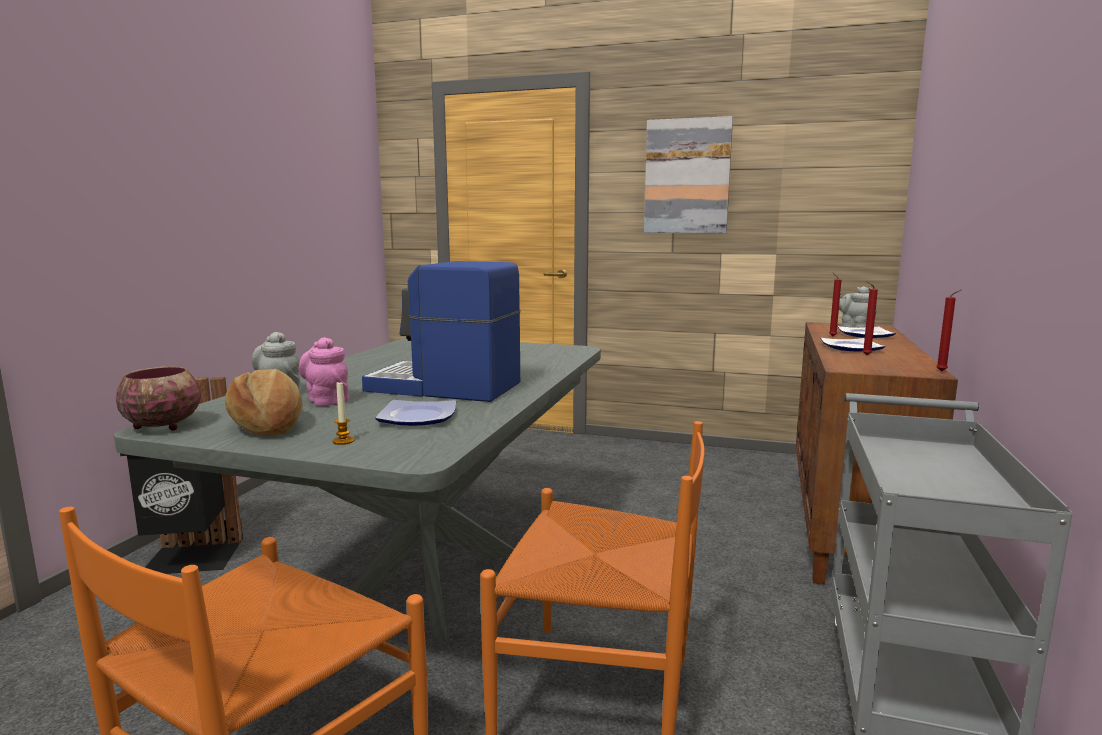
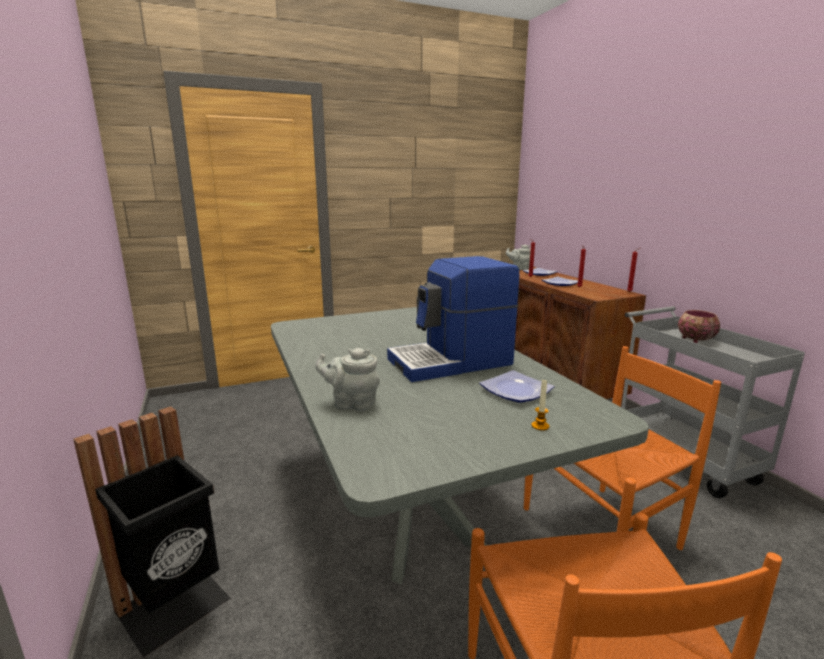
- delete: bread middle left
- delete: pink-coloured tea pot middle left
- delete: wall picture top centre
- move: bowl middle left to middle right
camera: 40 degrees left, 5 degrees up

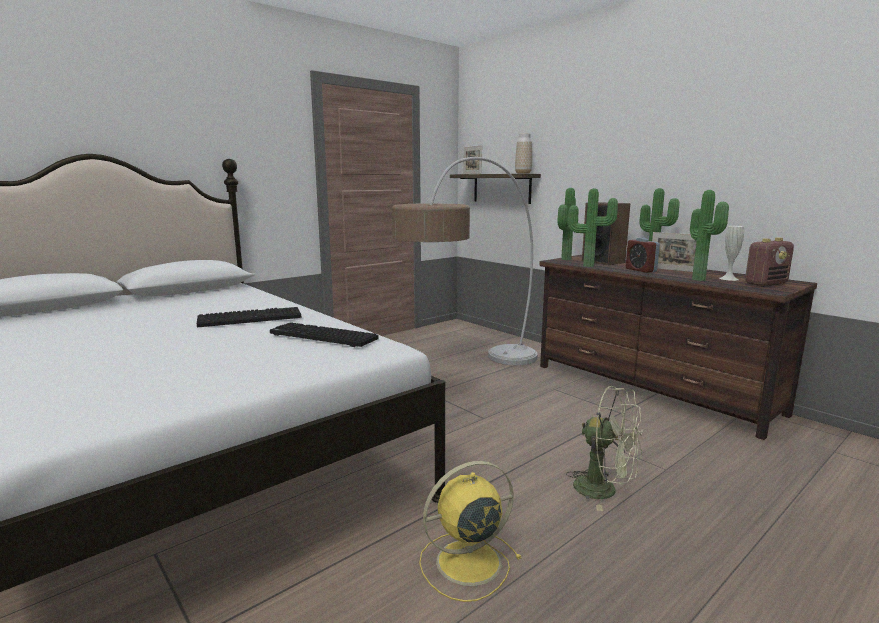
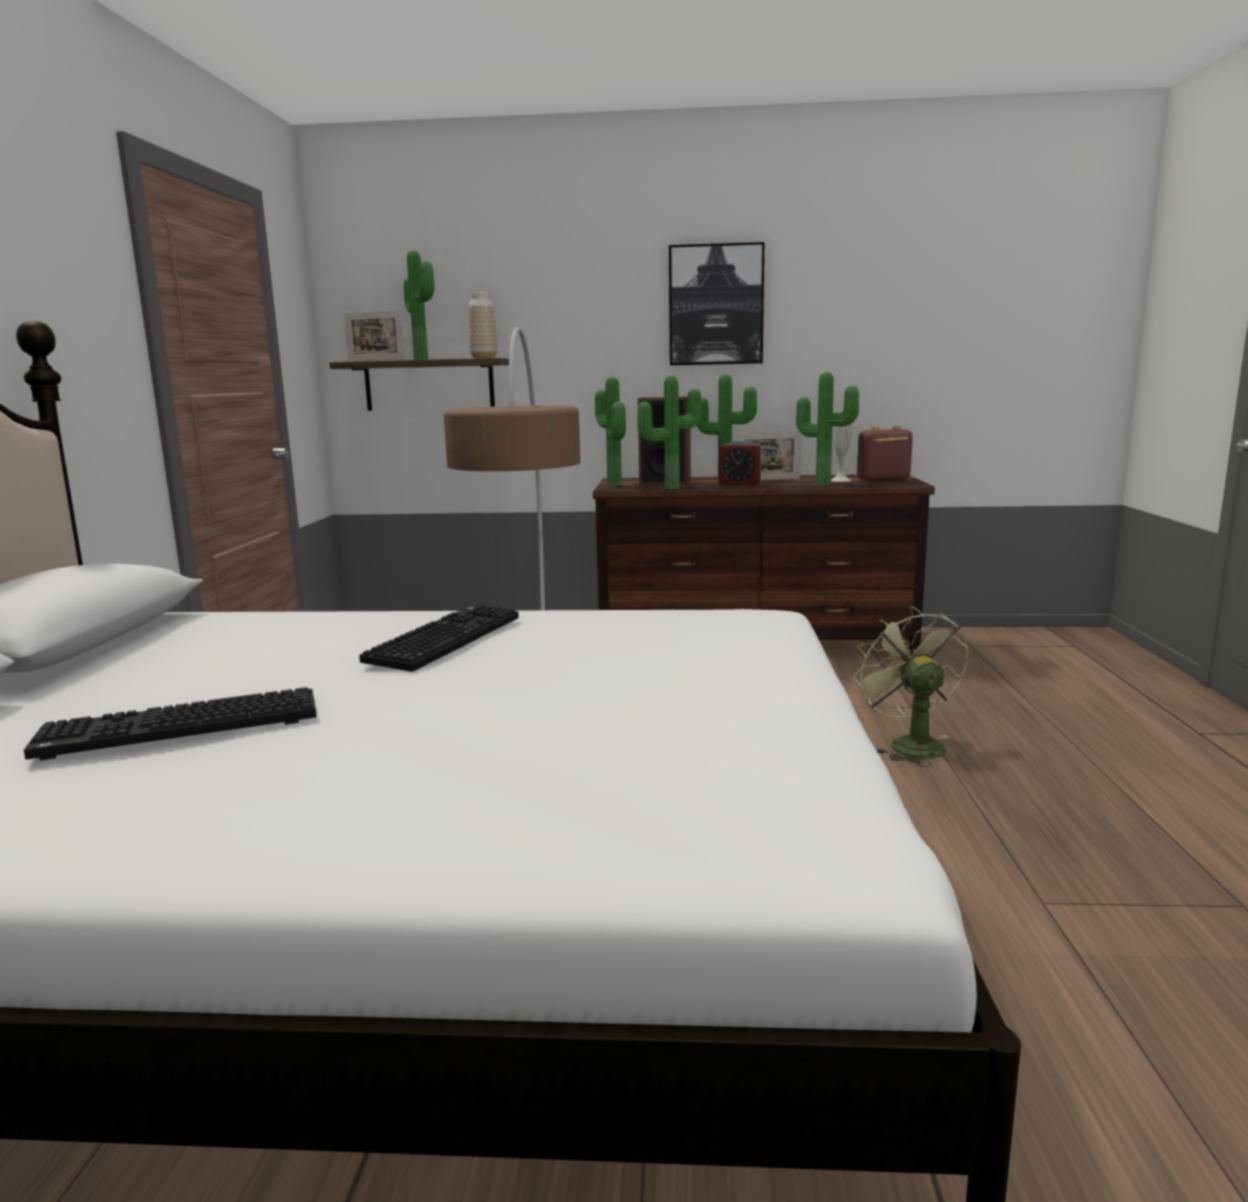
- delete: yellowish cooling fan bottom centre
- insert: plant in a pot (1st from left) top centre
- insert: wall picture top centre
- move: keyboard (2nd from left in the first image) centre to keyboard (1st from left) middle left
- rotate: green cooling fan bottom right = middle right 90 degrees counterclockwise
- rotate: radio set middle right = middle right 120 degrees counterclockwise
camera: 45 degrees left, 0 degrees up

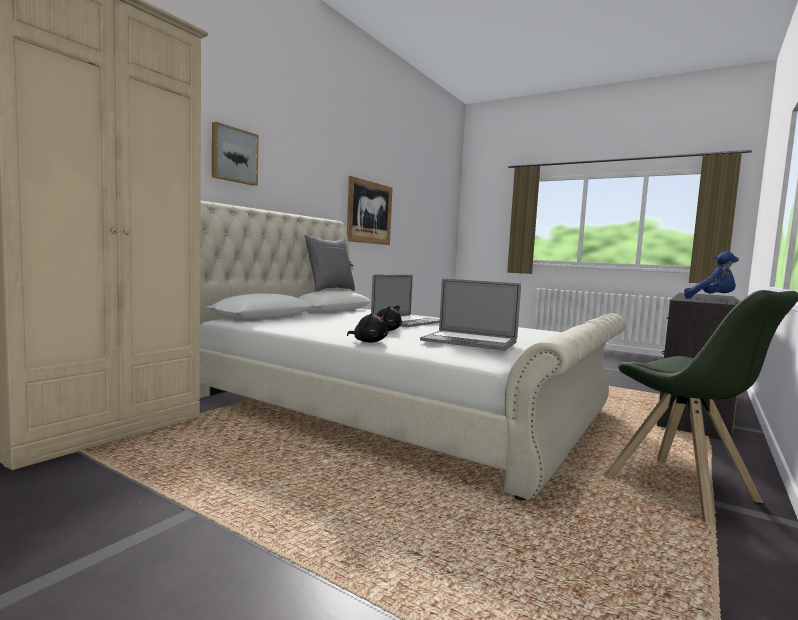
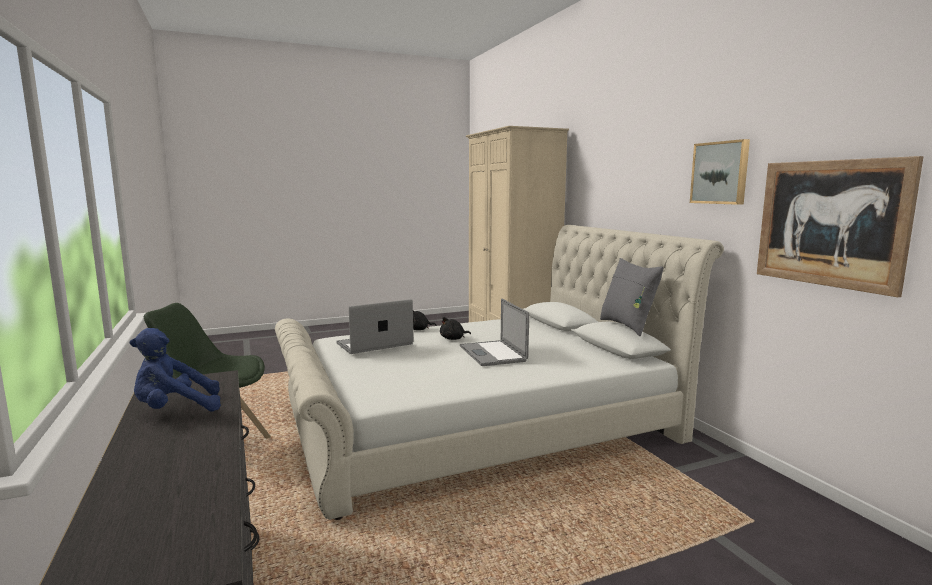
- move: wall picture (1st from left) top left to top right
camera: 125 degrees right, 5 degrees up

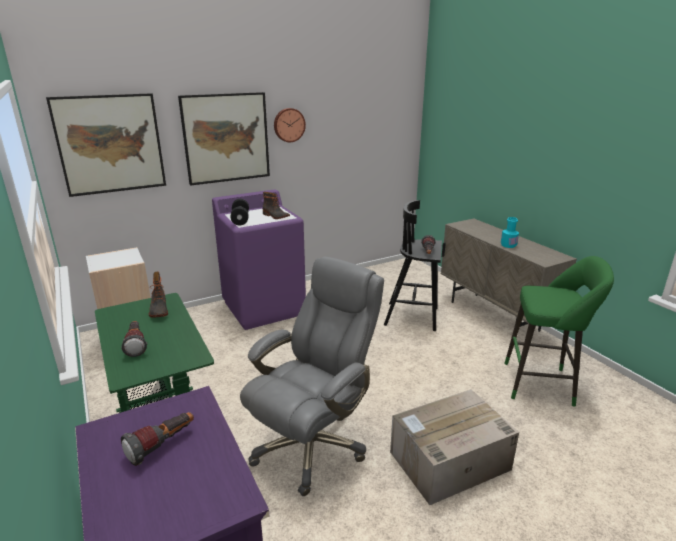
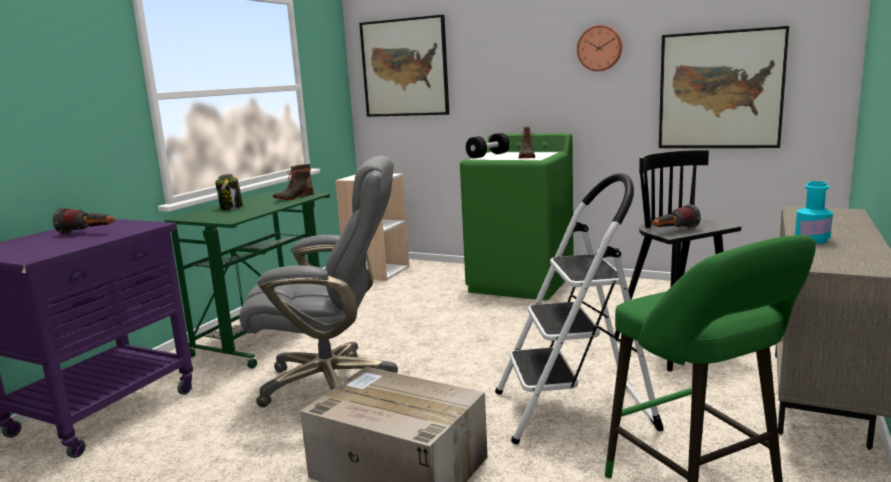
- insert: step stool centre
- move: wall picture (2nd from left) top left to top right
- replace: flashlight (1st from left) middle left to storage jar middle left
- recolor: purplish laundry appliance centre to green laundry appliance centre
camera: 55 degrees right, 10 degrees down

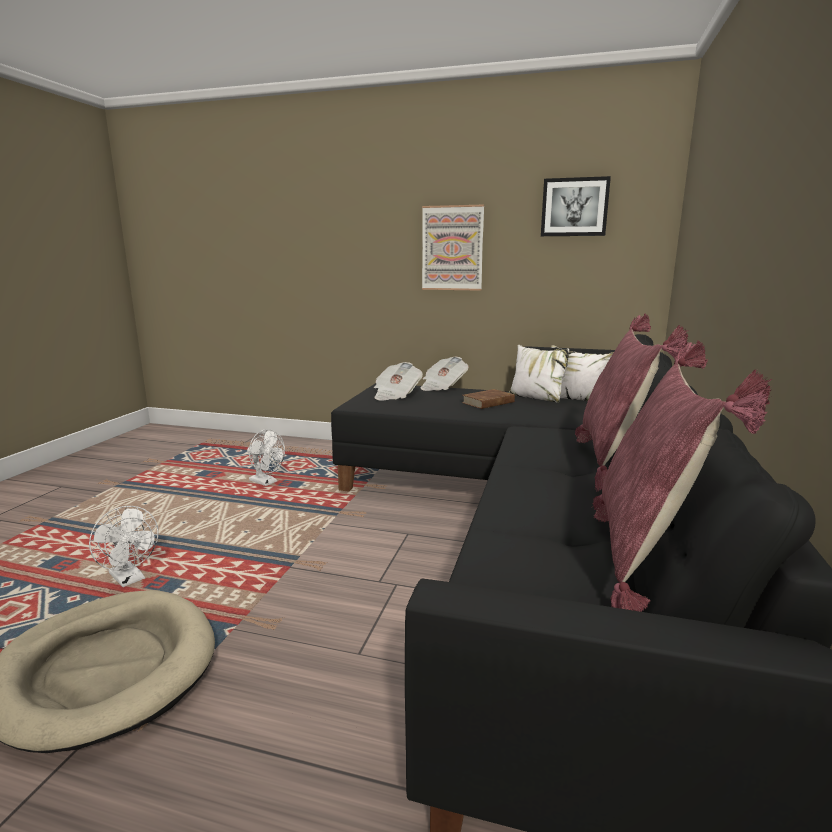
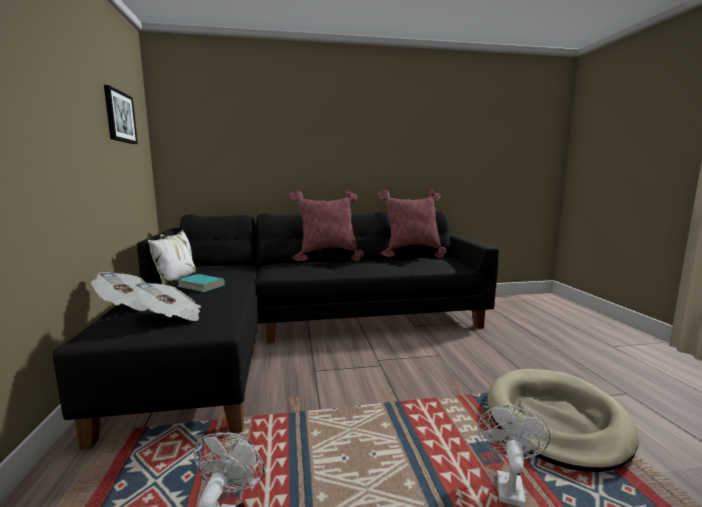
- delete: wall picture (1st from left) top centre
- recolor: brown volume centre to turquoise volume middle left
camera: 115 degrees left, 5 degrees down

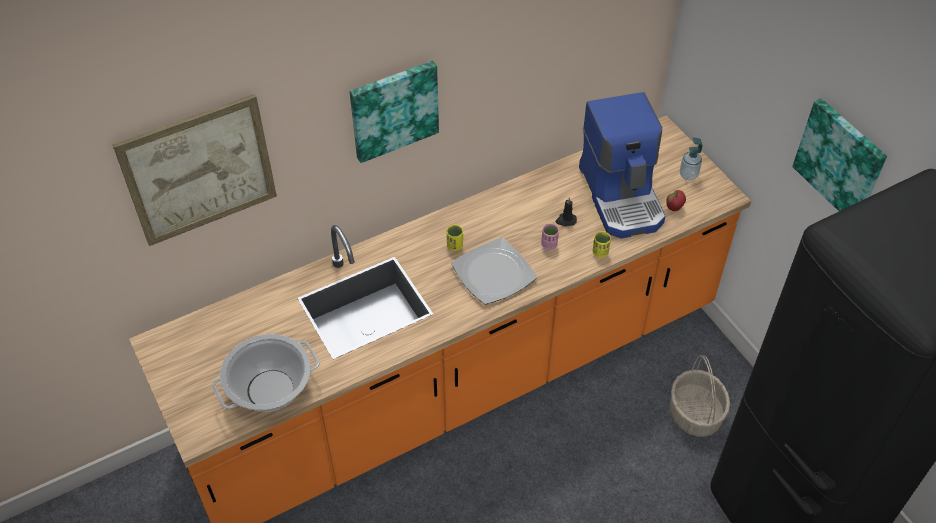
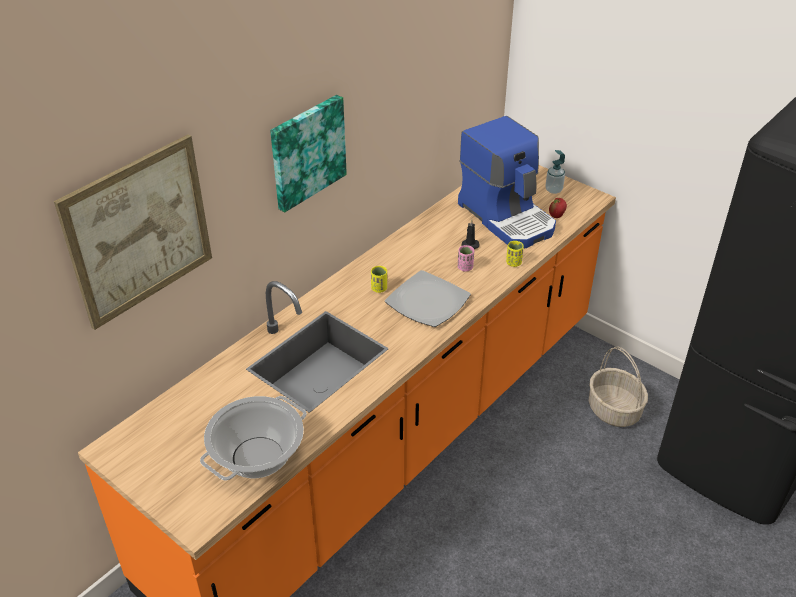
- delete: wall picture (3rd from left) top right
camera: 20 degrees left, 10 degrees down

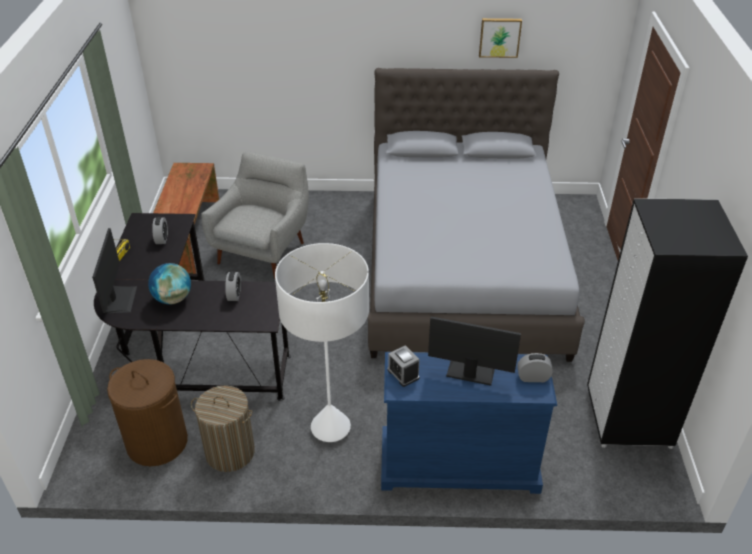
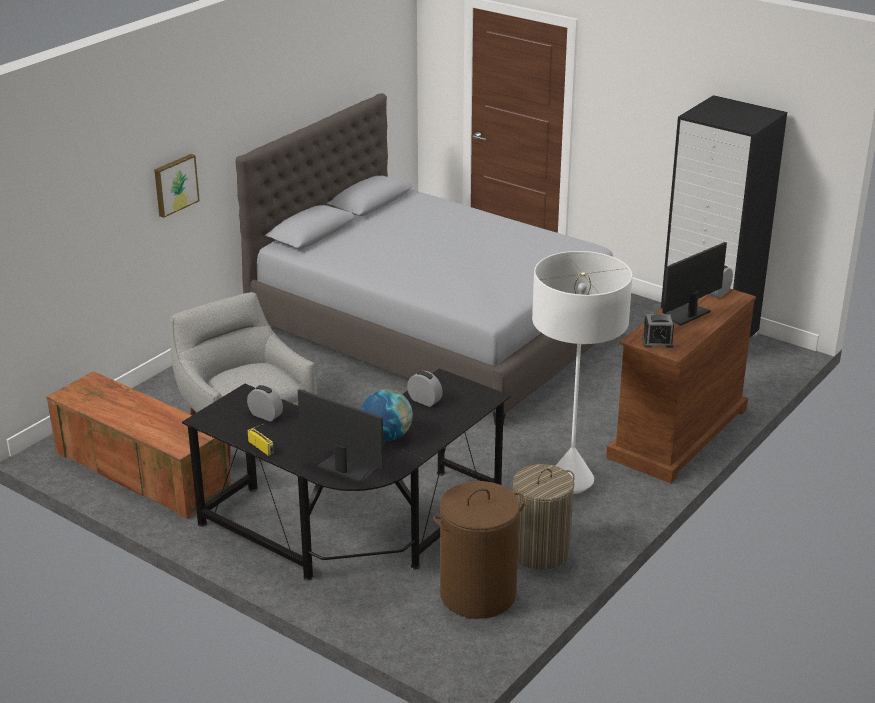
- move: wall picture top centre to top left
- recolor: blue-coloured dresser bottom centre to brown dresser middle right
camera: 55 degrees left, 10 degrees down

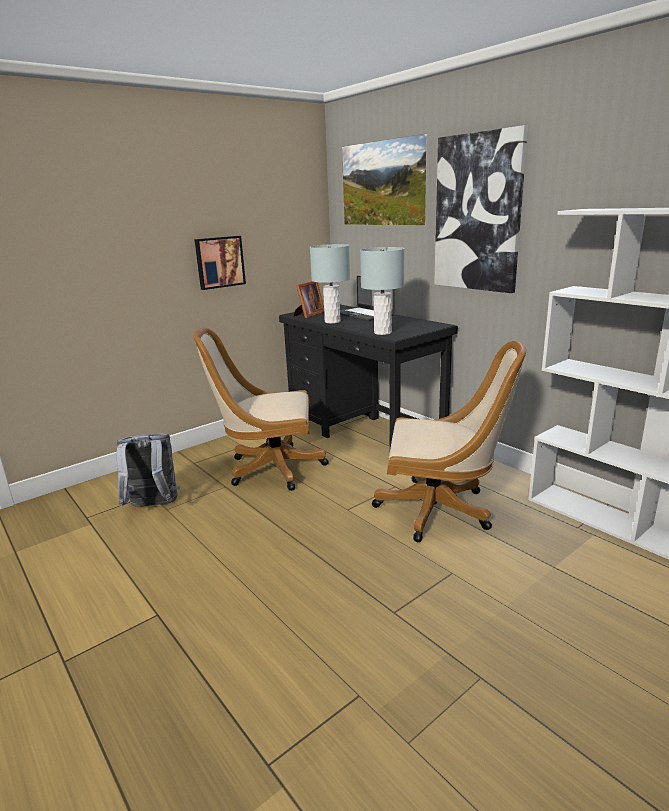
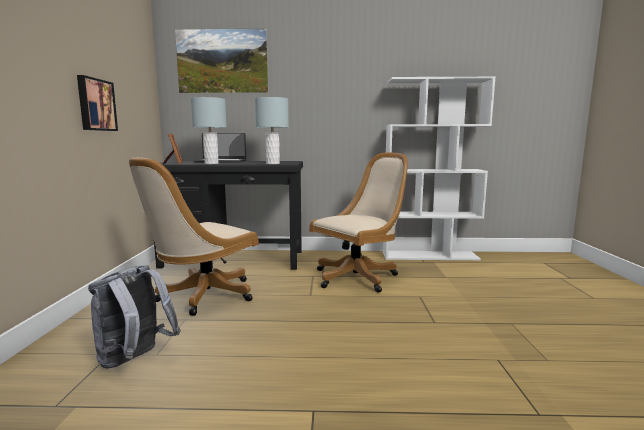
- delete: wall picture (3rd from left) top right
camera: 50 degrees left, 10 degrees down

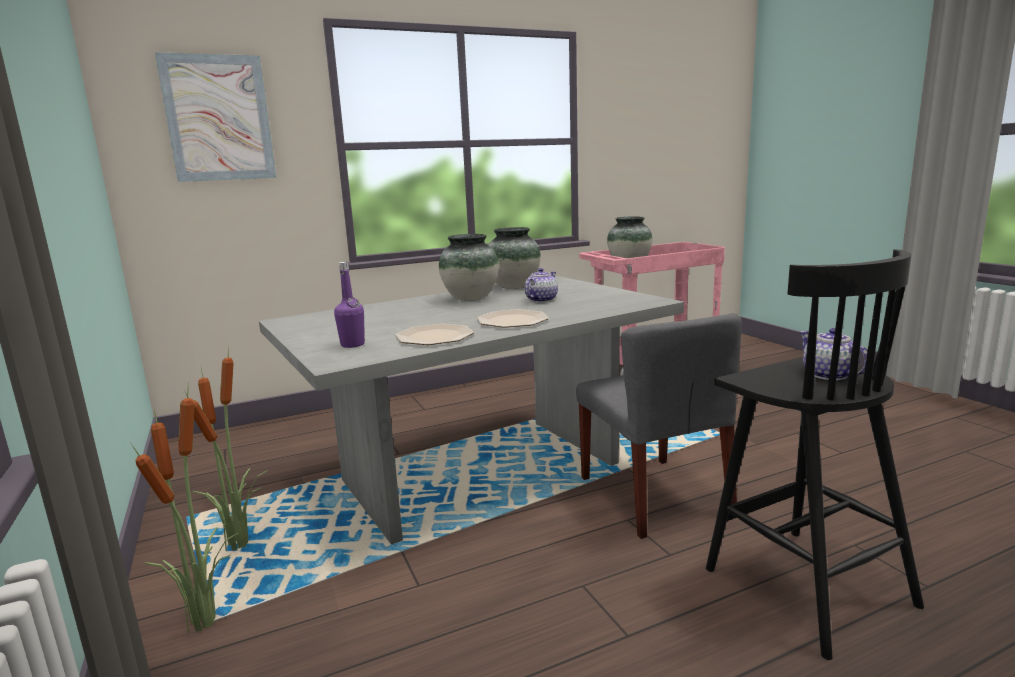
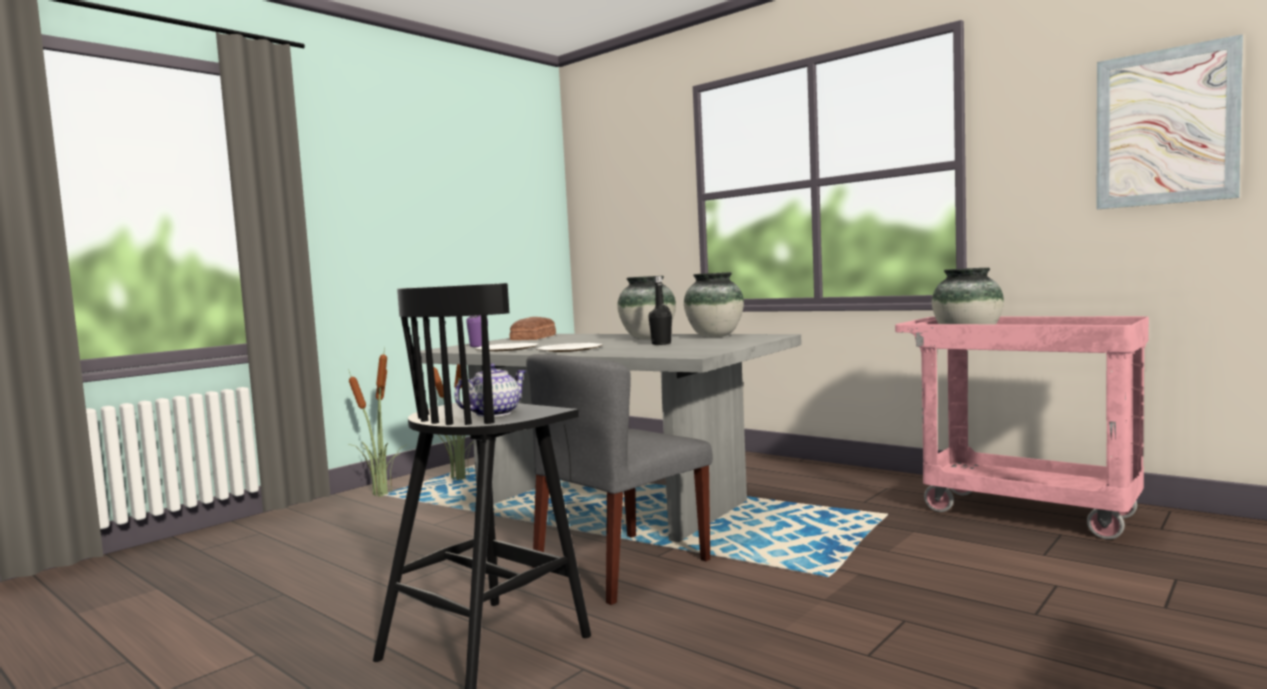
- insert: bread centre
- move: wall picture top left to top right
- replace: tea pot (1st from left) centre to black beverage bottle centre
camera: 65 degrees right, 10 degrees down

